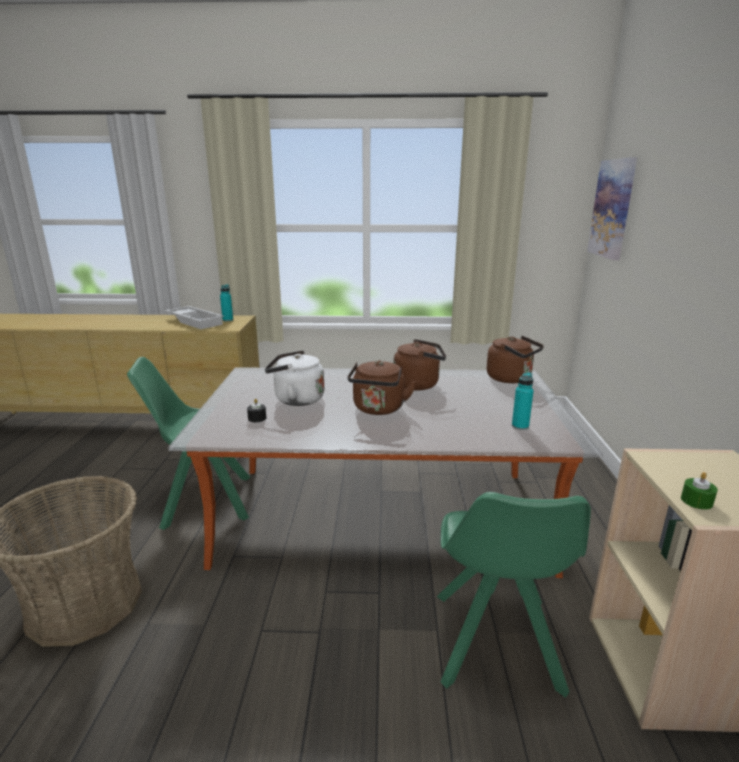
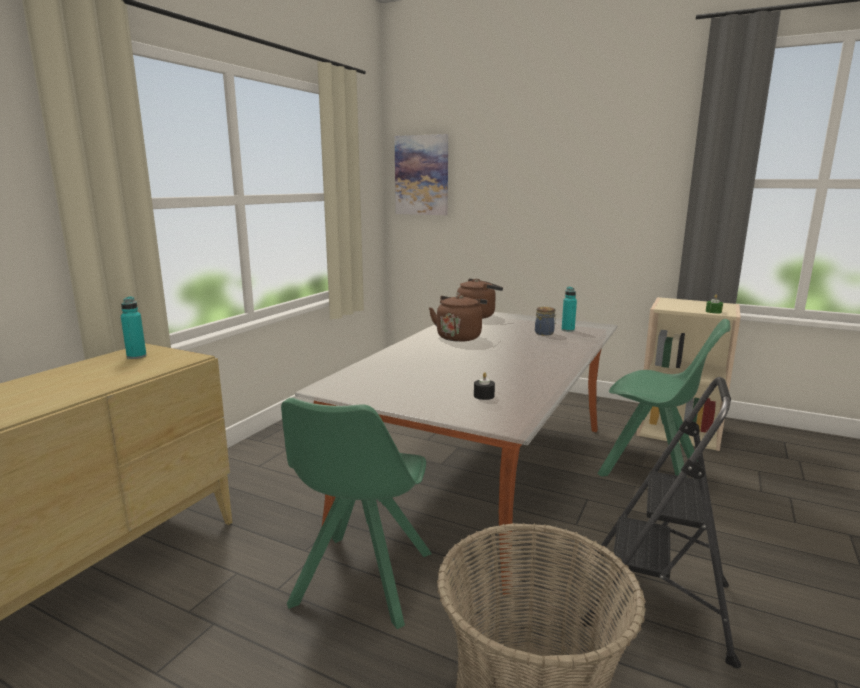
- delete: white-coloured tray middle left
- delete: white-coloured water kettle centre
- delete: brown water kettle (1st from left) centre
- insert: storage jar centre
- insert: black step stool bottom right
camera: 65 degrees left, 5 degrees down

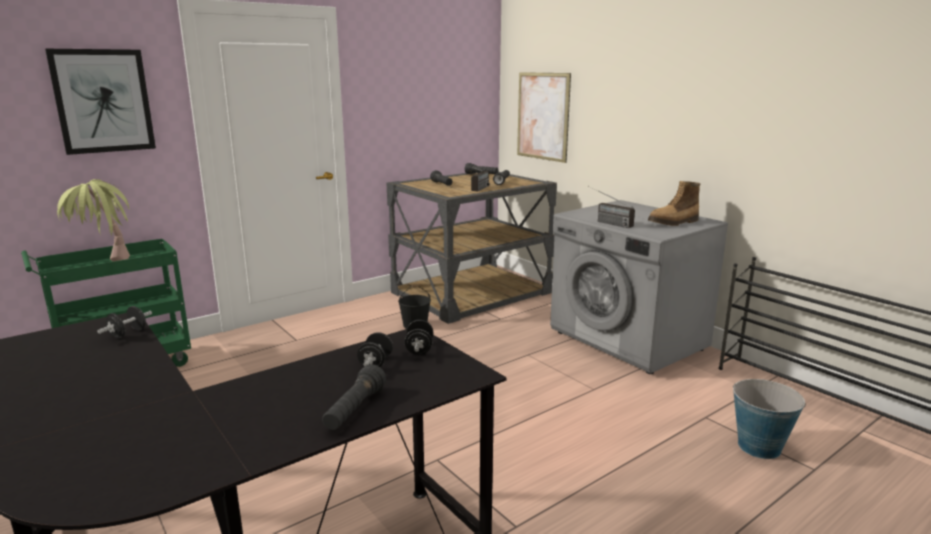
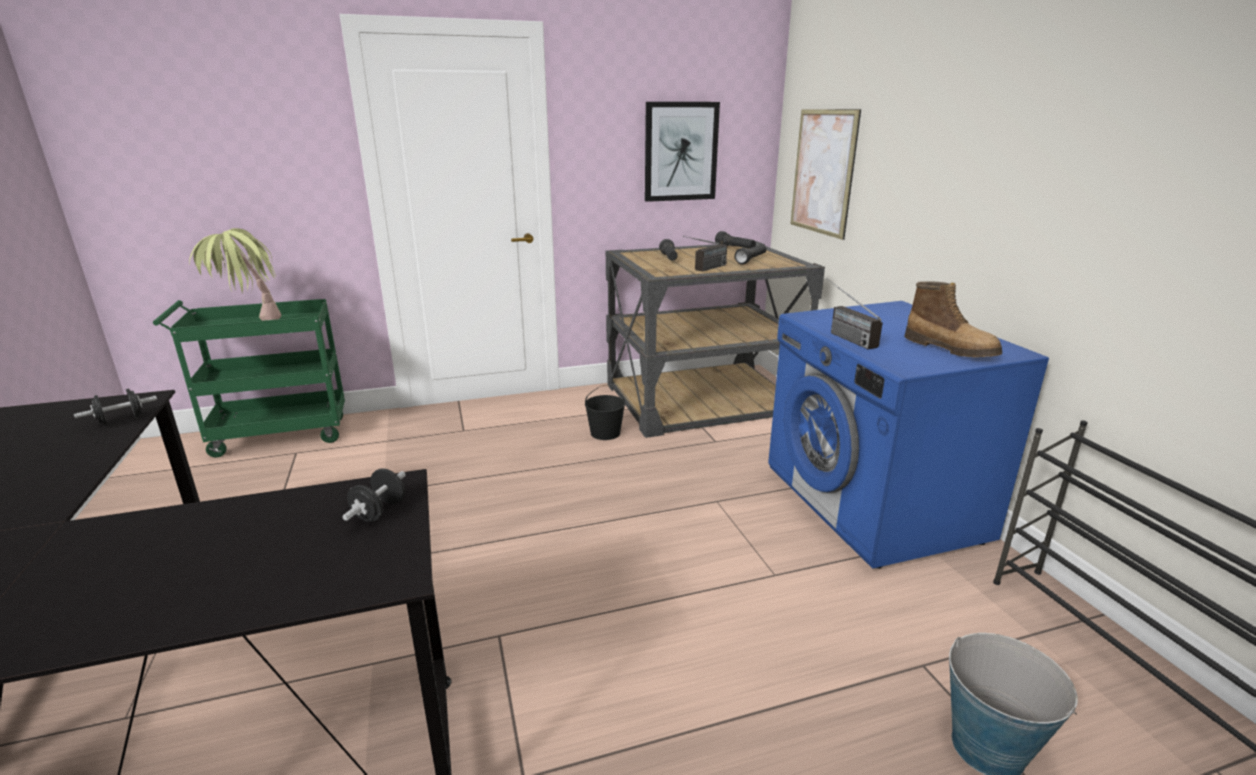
- delete: black flashlight (1st from left) bottom centre
- delete: black free weight (2nd from left) centre
- move: wall picture (1st from left) top left to top centre
- recolor: grey laundry appliance middle right to blue-coloured laundry appliance middle right
- rotate: boot middle right = middle right 120 degrees counterclockwise
camera: 20 degrees right, 5 degrees up

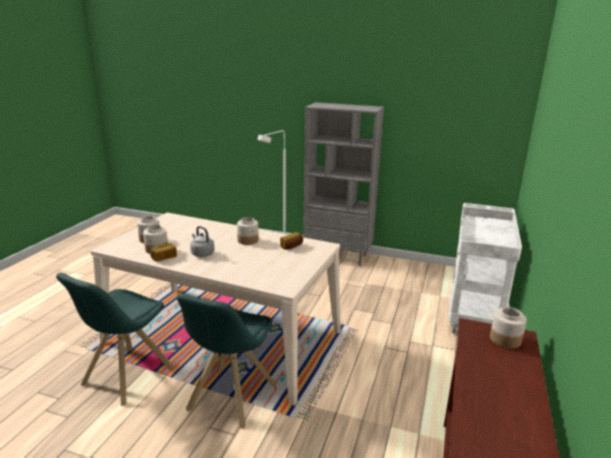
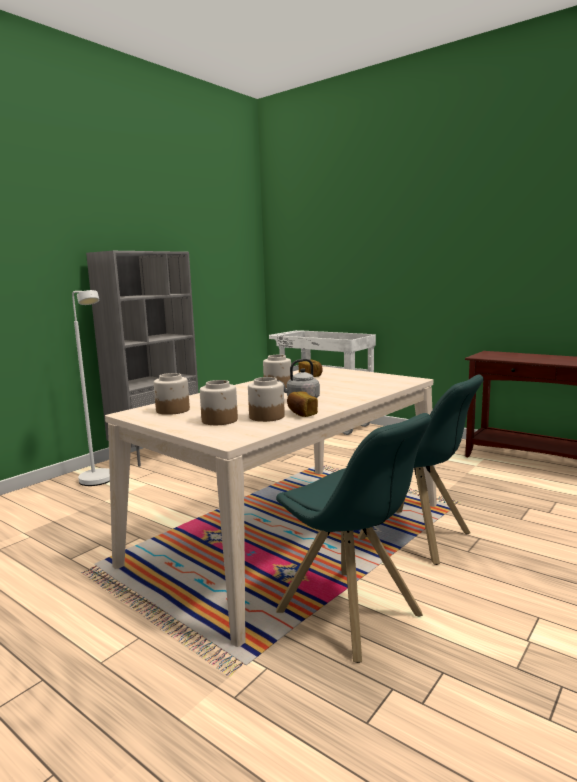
- move: storage jar (4th from left in the first image) bottom right to storage jar (1st from left) middle left
camera: 70 degrees left, 10 degrees down

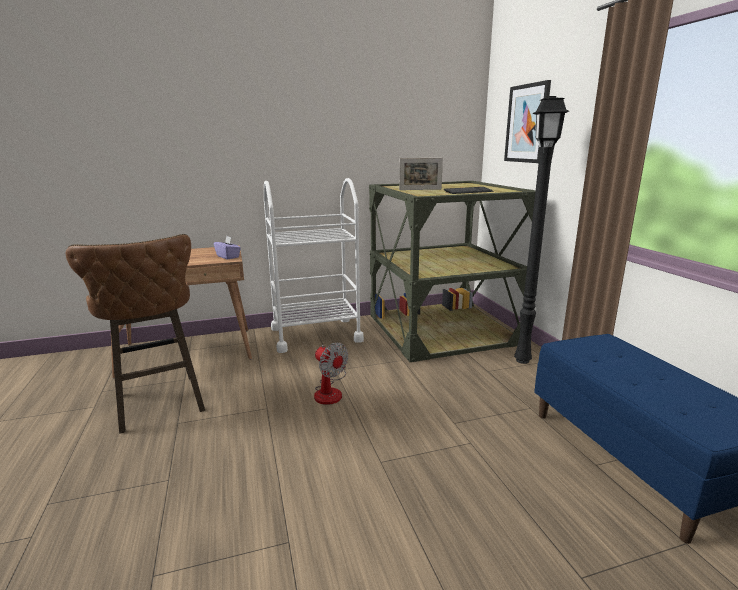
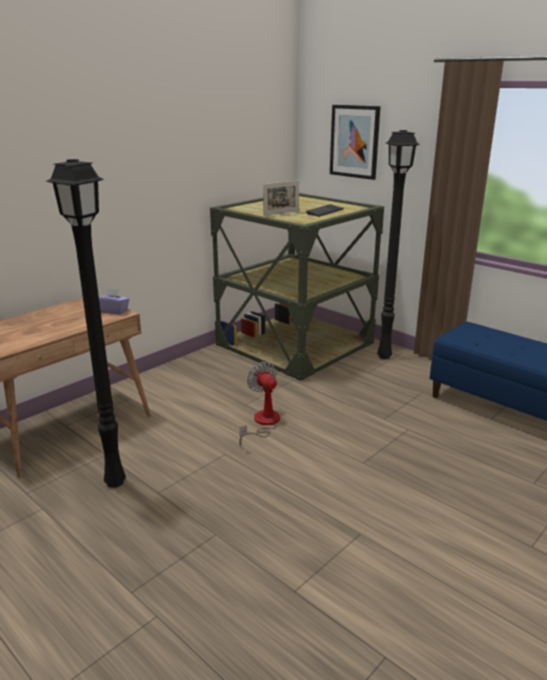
- delete: white-coloured cart centre
- replace: brown stool middle left to black floor lamp (1st from left) middle left
- rotate: cooling fan centre = centre 135 degrees counterclockwise
camera: 30 degrees left, 5 degrees up

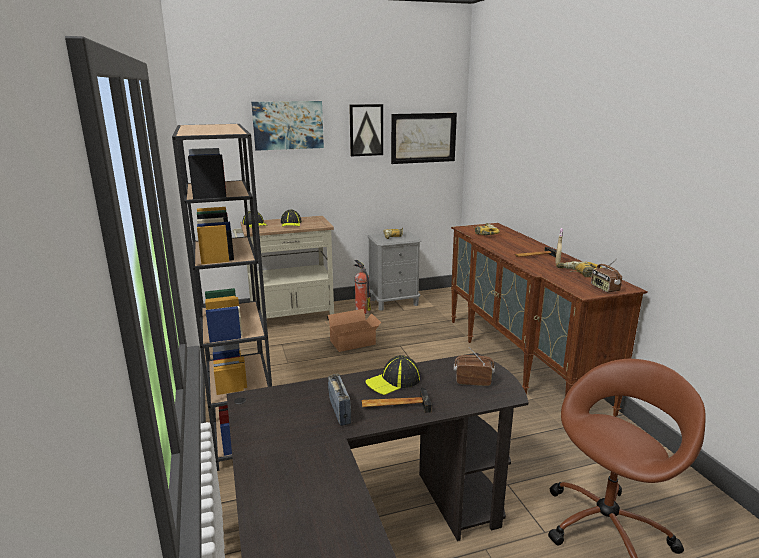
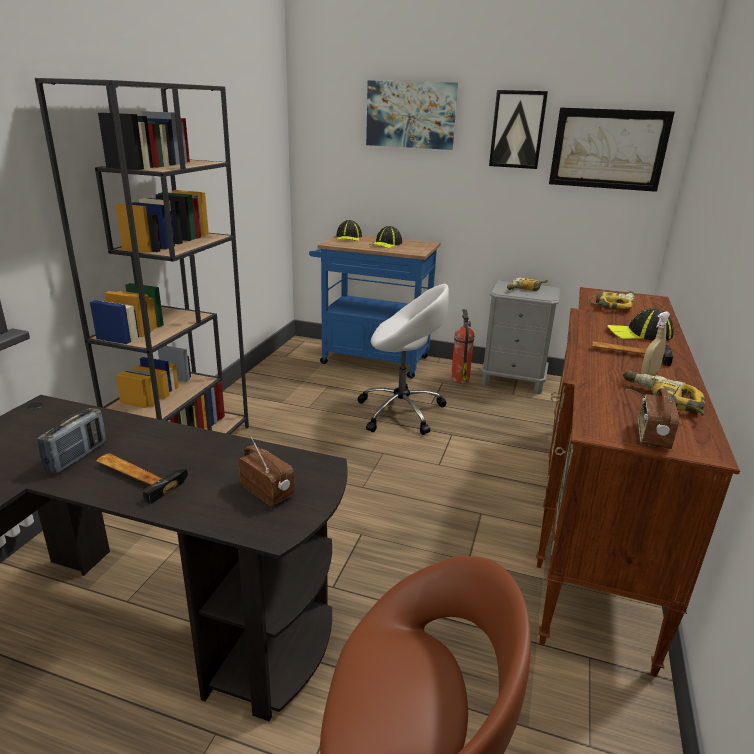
- move: baseball cap (3rd from left) bottom centre to middle right
- replace: carton centre to white-coloured computer chair centre
- recolor: sand-coloured cart centre to blue-coloured cart centre
camera: 35 degrees right, 5 degrees up

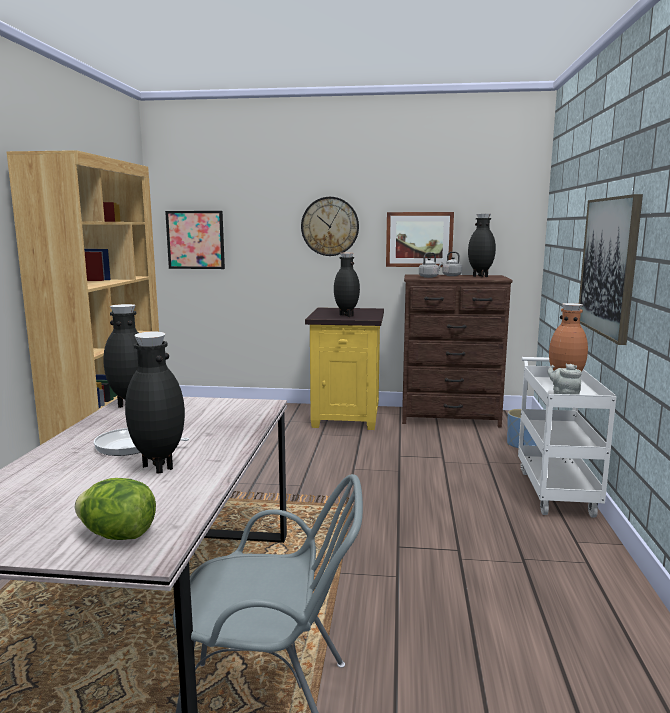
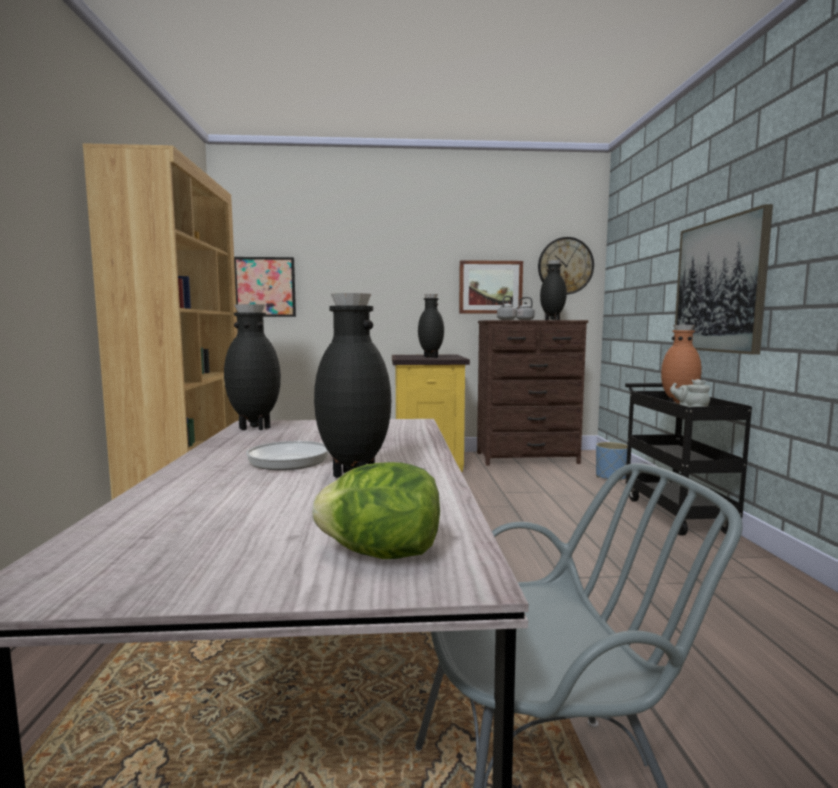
- move: hanging clock top centre to middle right
- recolor: white-coloured cart middle right to black cart middle right
camera: 10 degrees left, 5 degrees down

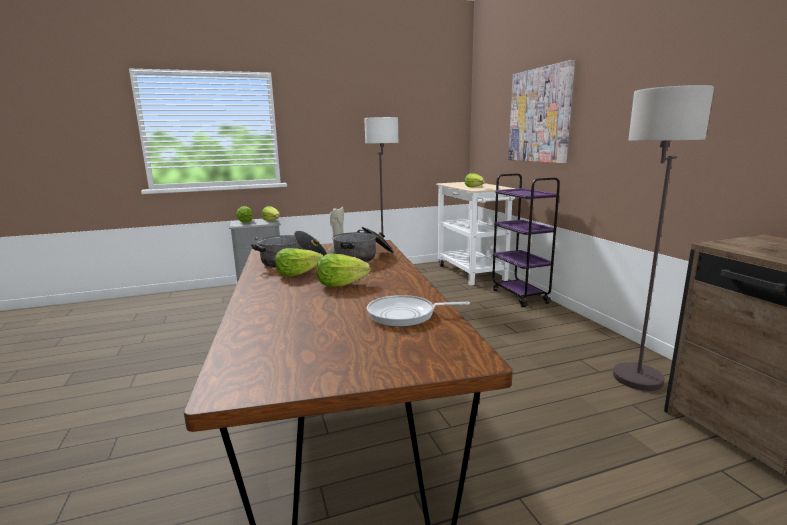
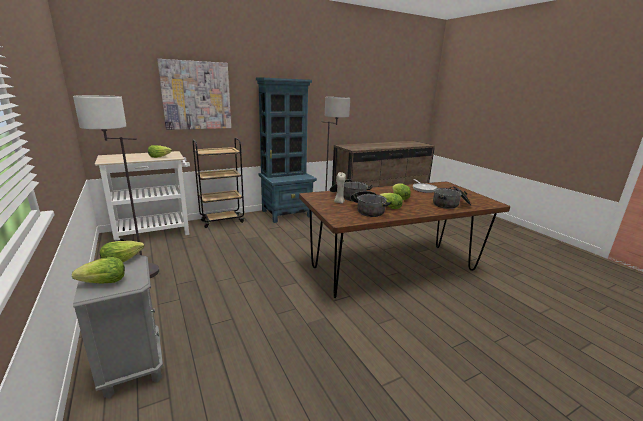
- insert: blue-coloured cabinet centre
- insert: stockpot (3rd from left) middle right
- recolor: purplish cart middle right to brown cart centre
camera: 100 degrees left, 5 degrees up

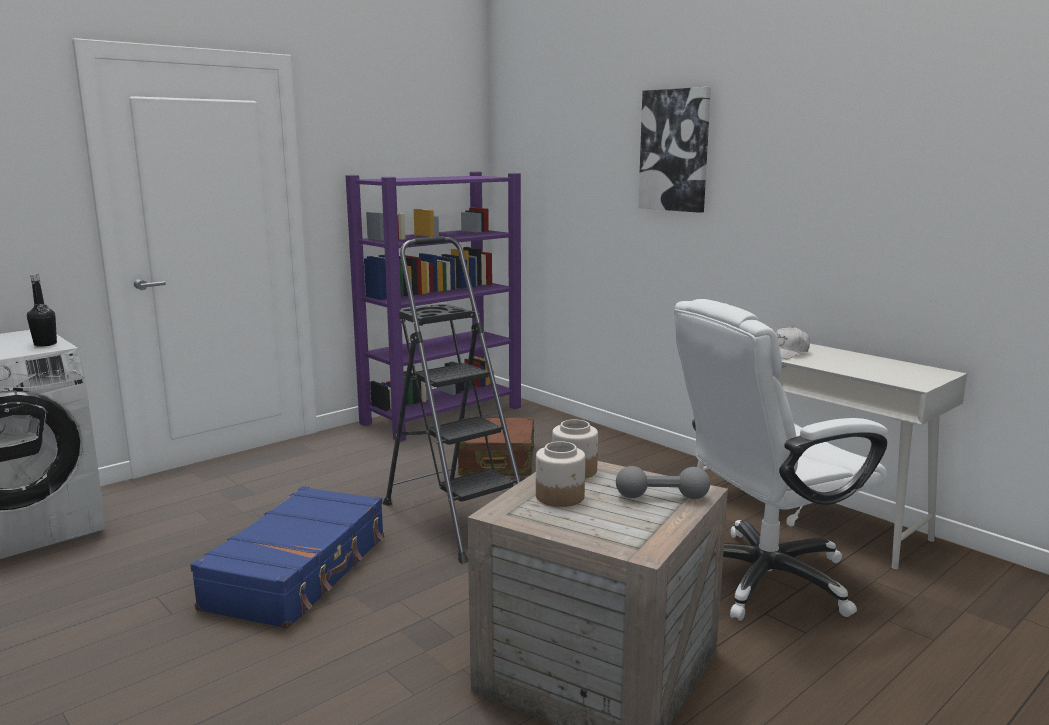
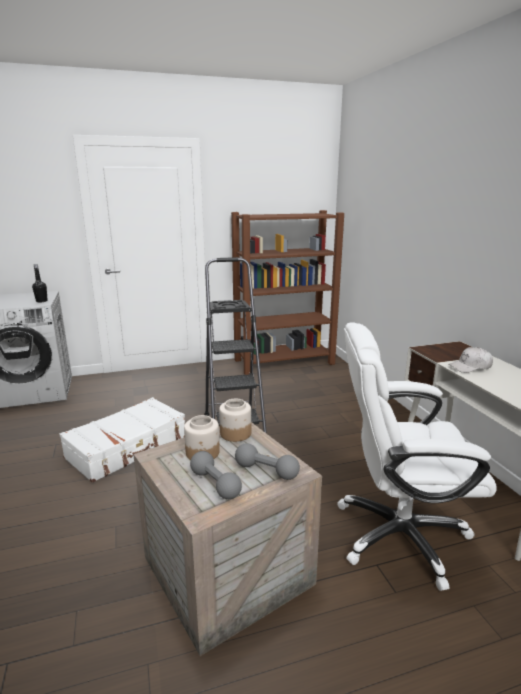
- delete: brown suitcase centre
- delete: wall picture top centre
- insert: grey free weight (1st from left) bottom centre
- recolor: blue-coloured suitcase bottom left to white-coloured suitcase middle left
- recolor: purplish bookcase centre to brown bookcase centre
camera: 25 degrees right, 5 degrees up

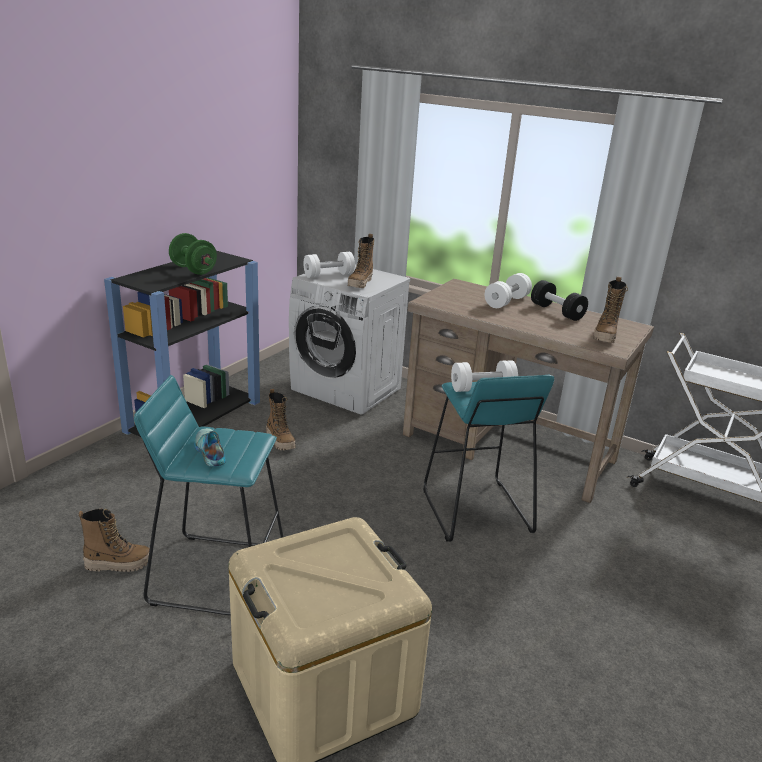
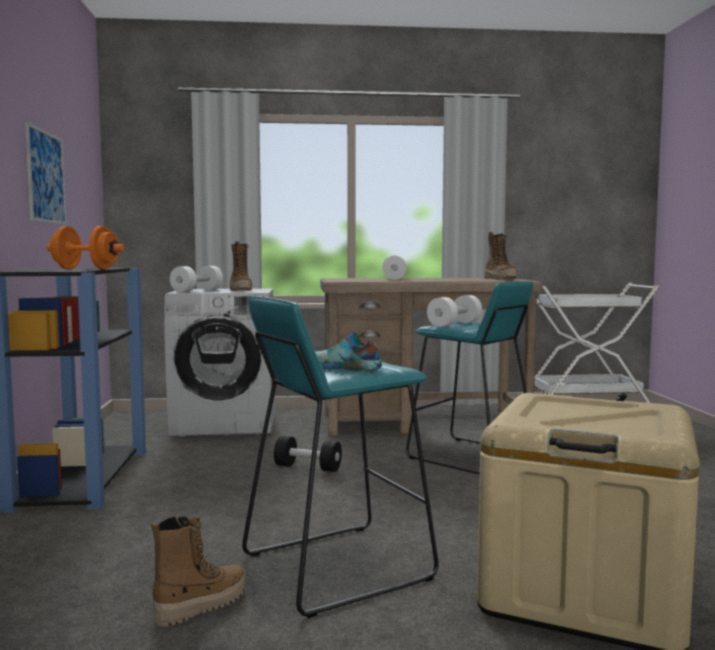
- delete: boot (2nd from left) centre
- insert: wall picture top left
- move: black free weight middle right to bottom centre
- recolor: green free weight middle left to orange free weight middle left
camera: 35 degrees left, 20 degrees down

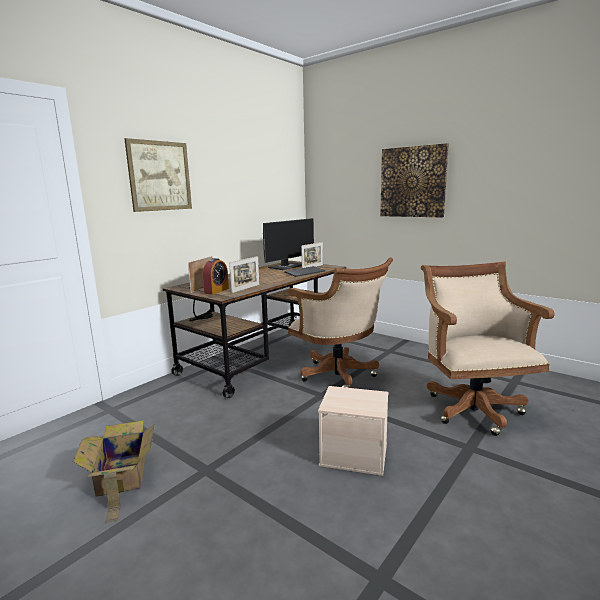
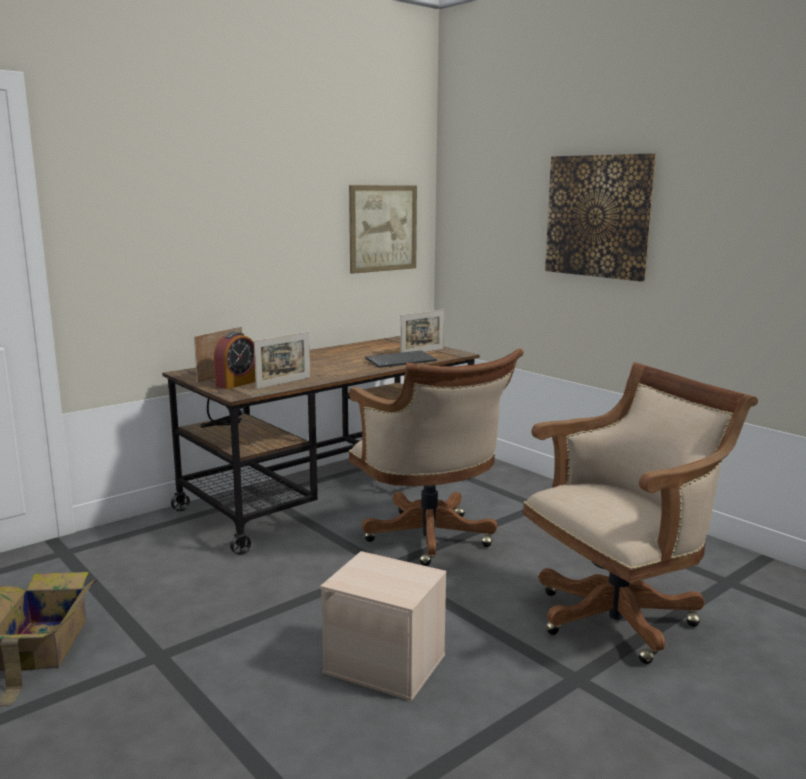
- delete: computer display centre
- move: wall picture (1st from left) top left to top centre
- rotate: computer chair (2nd from left) middle right = middle right 60 degrees clockwise
camera: 10 degrees right, 0 degrees up

